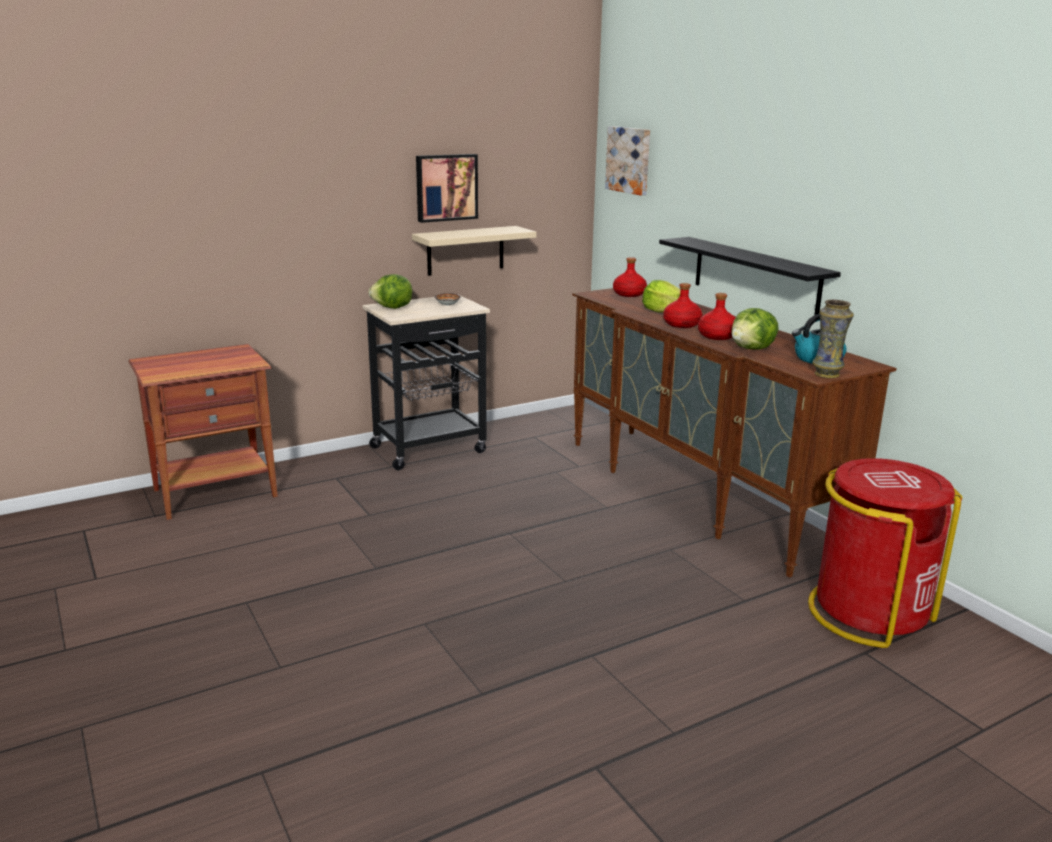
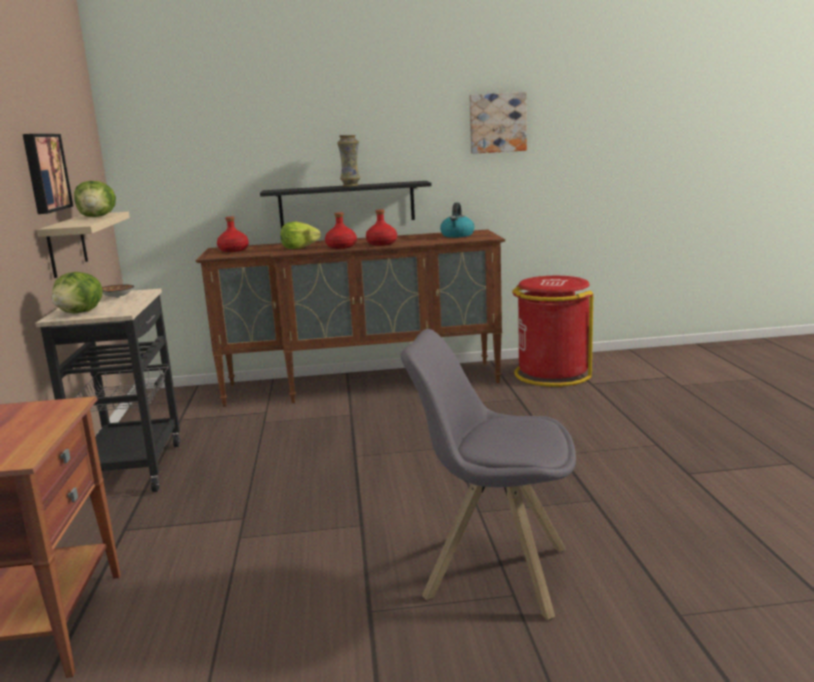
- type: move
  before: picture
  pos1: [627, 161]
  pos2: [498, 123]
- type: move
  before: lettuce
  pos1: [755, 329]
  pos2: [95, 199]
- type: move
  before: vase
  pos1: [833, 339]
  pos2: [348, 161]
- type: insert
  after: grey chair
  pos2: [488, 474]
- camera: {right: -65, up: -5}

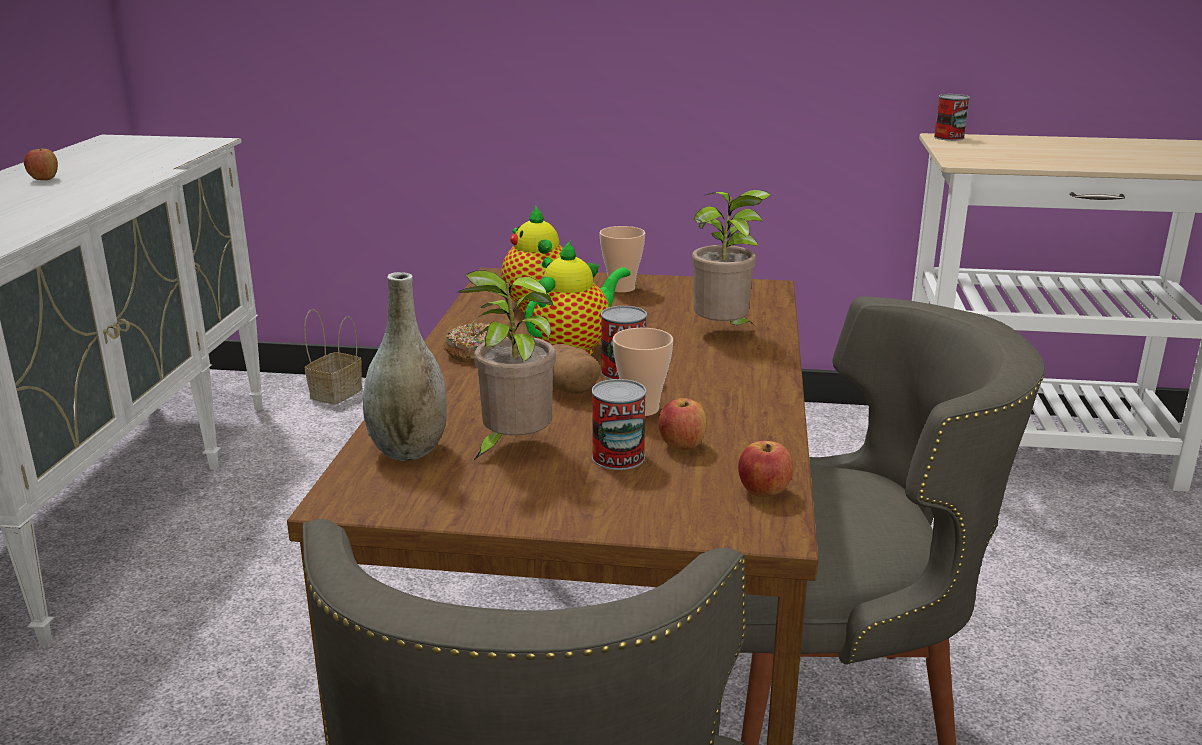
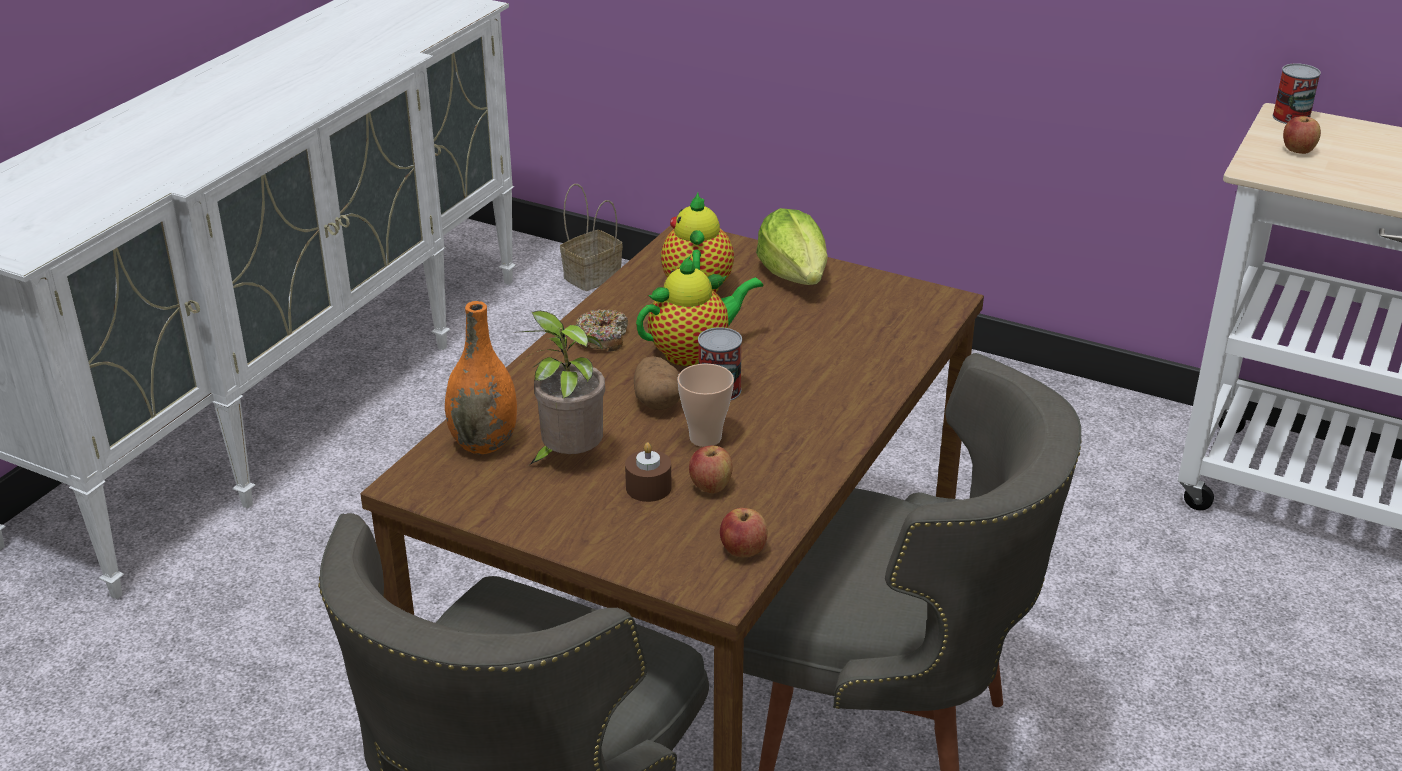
- type: move
  before: apple
  pos1: [41, 164]
  pos2: [1302, 135]
- type: recolor
  before: grey vase
  after: orange vase
  pos1: [405, 366]
  pos2: [481, 378]
- type: replace
  before: can
  after: brown candle
  pos1: [619, 424]
  pos2: [648, 472]
- type: replace
  before: cup
  after: lettuce
  pos1: [622, 259]
  pos2: [792, 246]
- type: delete
  before: potted plant
  pos1: [731, 258]
- camera: {right: 20, up: 10}

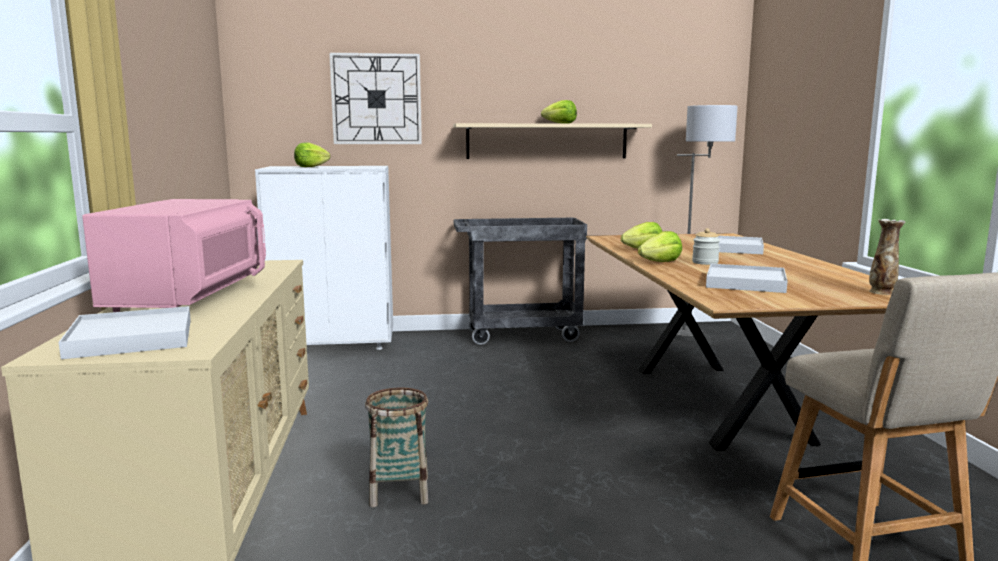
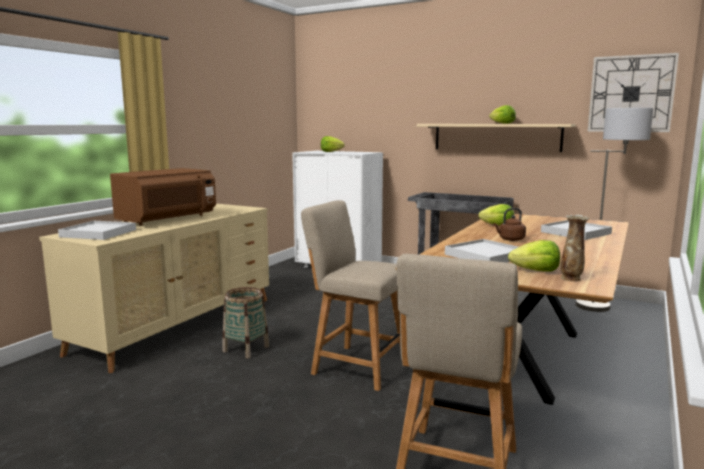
- type: recolor
  before: pink microwave
  after: brown microwave
  pos1: [174, 255]
  pos2: [163, 197]
- type: move
  before: wall clock
  pos1: [375, 98]
  pos2: [633, 92]
- type: move
  before: lettuce
  pos1: [660, 246]
  pos2: [534, 256]
- type: replace
  before: jar
  after: brown kettle
  pos1: [706, 246]
  pos2: [509, 224]
- type: insert
  after: beige chair
  pos2: [350, 295]
- camera: {right: 35, up: 0}

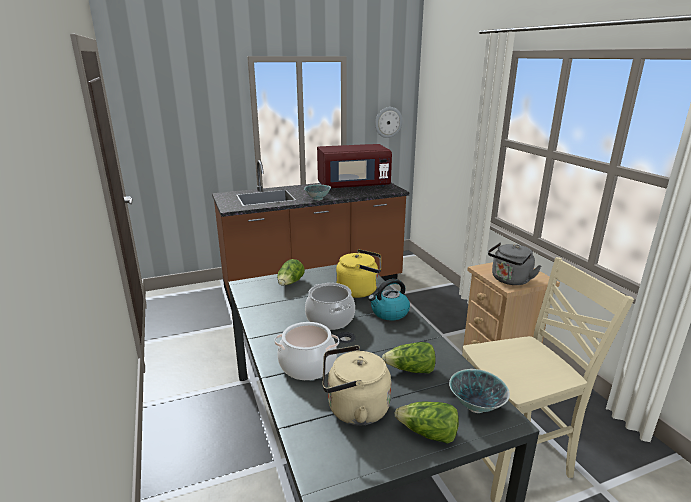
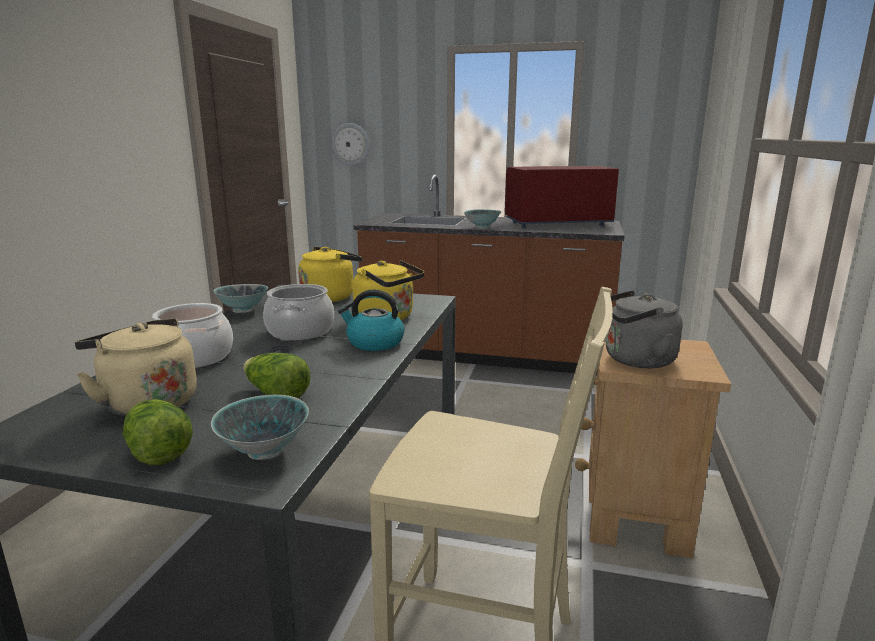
- type: replace
  before: lettuce
  after: yellow kettle
  pos1: [291, 272]
  pos2: [330, 274]
- type: rotate
  before: red microwave
  pos1: [354, 167]
  pos2: [562, 197]
  turn: 150
- type: move
  before: wall clock
  pos1: [389, 122]
  pos2: [351, 144]
- type: insert
  after: bowl
  pos2: [241, 298]
- camera: {right: 35, up: -5}

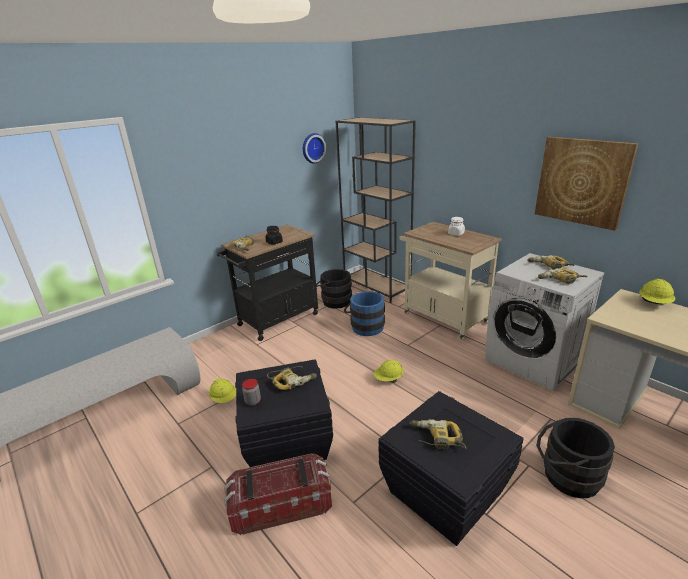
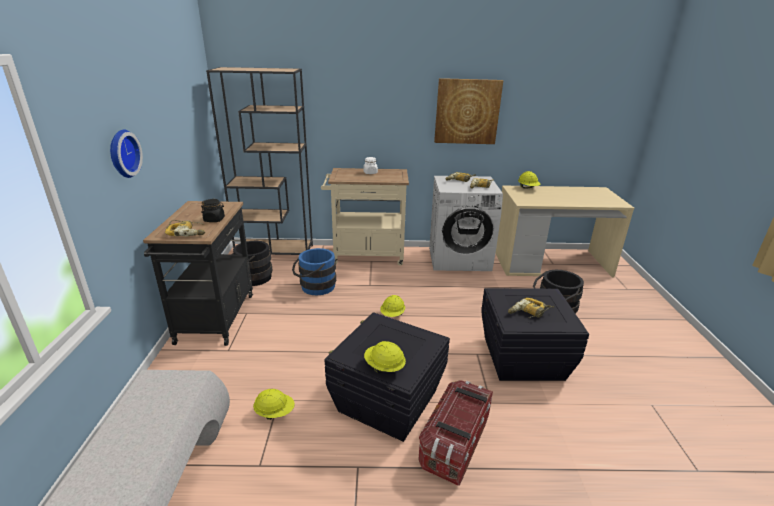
- type: replace
  before: jar
  after: yellow hard hat
  pos1: [251, 392]
  pos2: [385, 357]
- type: delete
  before: power drill
  pos1: [292, 378]
- type: move
  before: wall clock
  pos1: [314, 148]
  pos2: [126, 154]
- camera: {right: -50, up: 0}

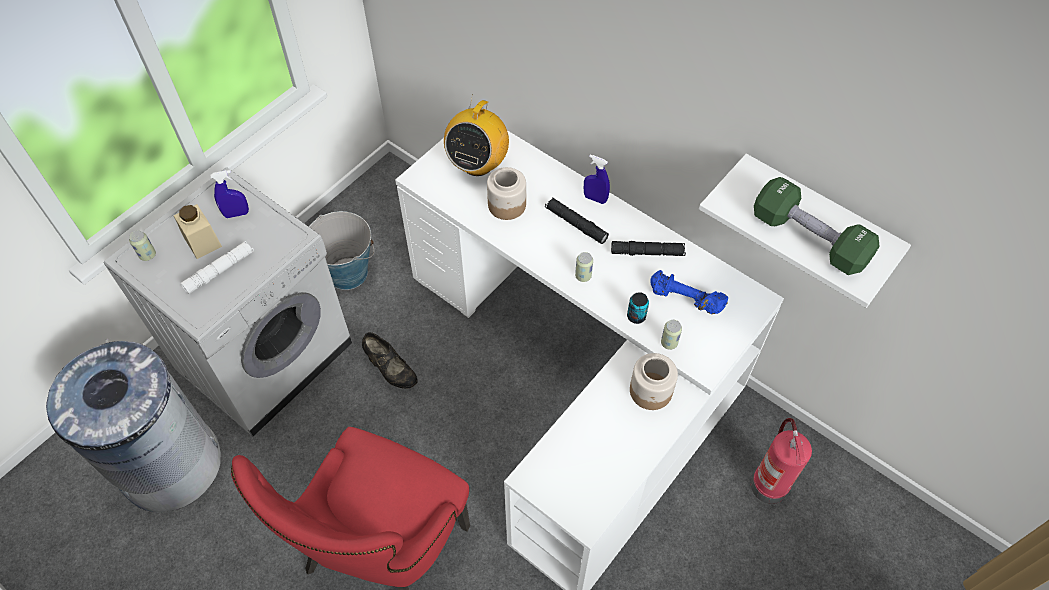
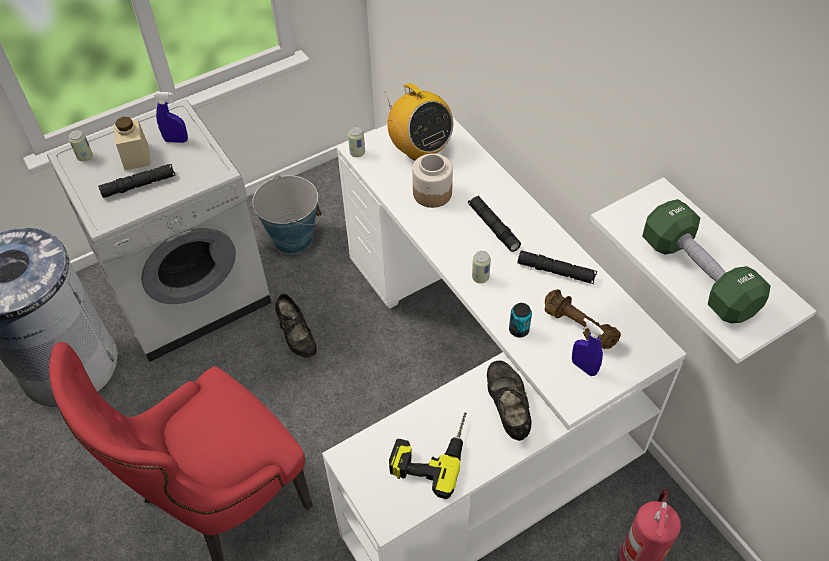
- type: recolor
  before: white flashlight
  after: black flashlight
  pos1: [217, 267]
  pos2: [136, 181]
- type: rotate
  before: radio
  pos1: [476, 135]
  pos2: [419, 121]
  turn: -75
- type: move
  before: blue spray bottle
  pos1: [597, 179]
  pos2: [588, 347]
- type: replace
  before: jar
  after: black shoe
  pos1: [654, 381]
  pos2: [509, 401]
- type: recolor
  before: blue dumbbell
  after: brown dumbbell
  pos1: [689, 292]
  pos2: [583, 319]
- type: move
  before: can
  pos1: [671, 335]
  pos2: [356, 142]
- type: insert
  after: power drill
  pos2: [428, 455]
- camera: {right: 20, up: -5}

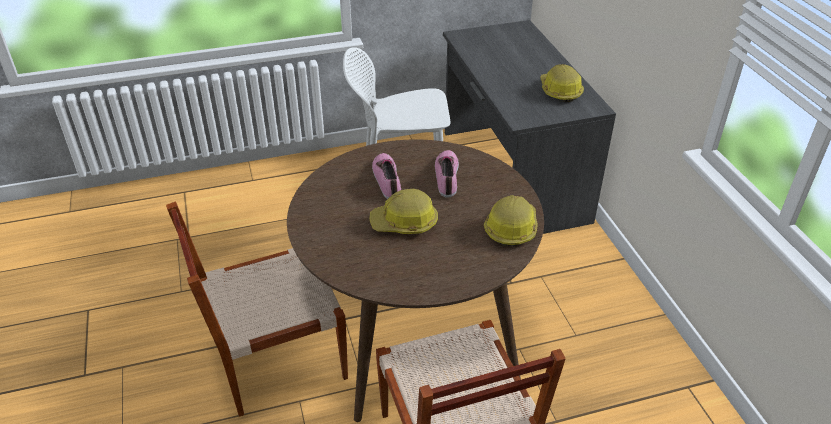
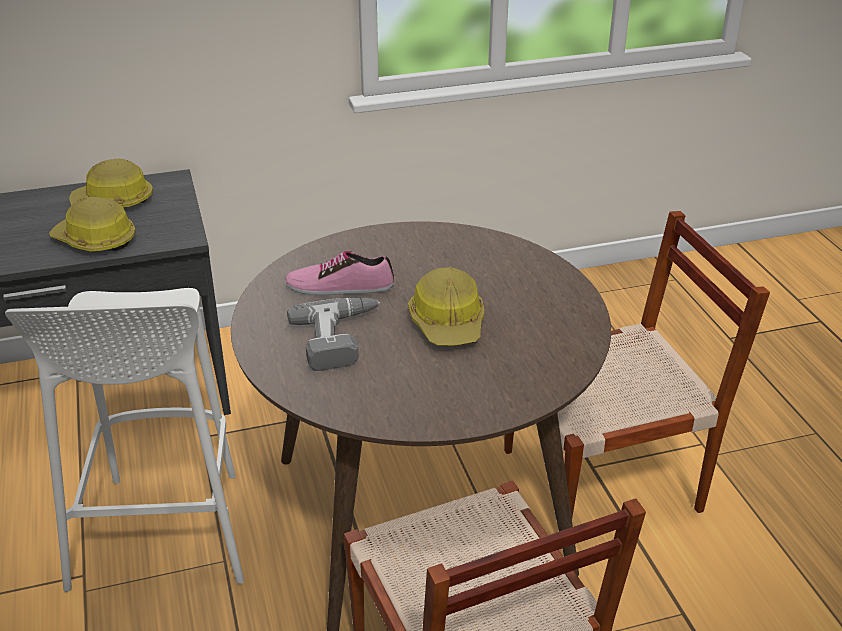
- type: replace
  before: shoe
  after: power drill
  pos1: [386, 176]
  pos2: [333, 334]
- type: move
  before: hard hat
  pos1: [511, 221]
  pos2: [92, 224]
- camera: {right: -90, up: -5}

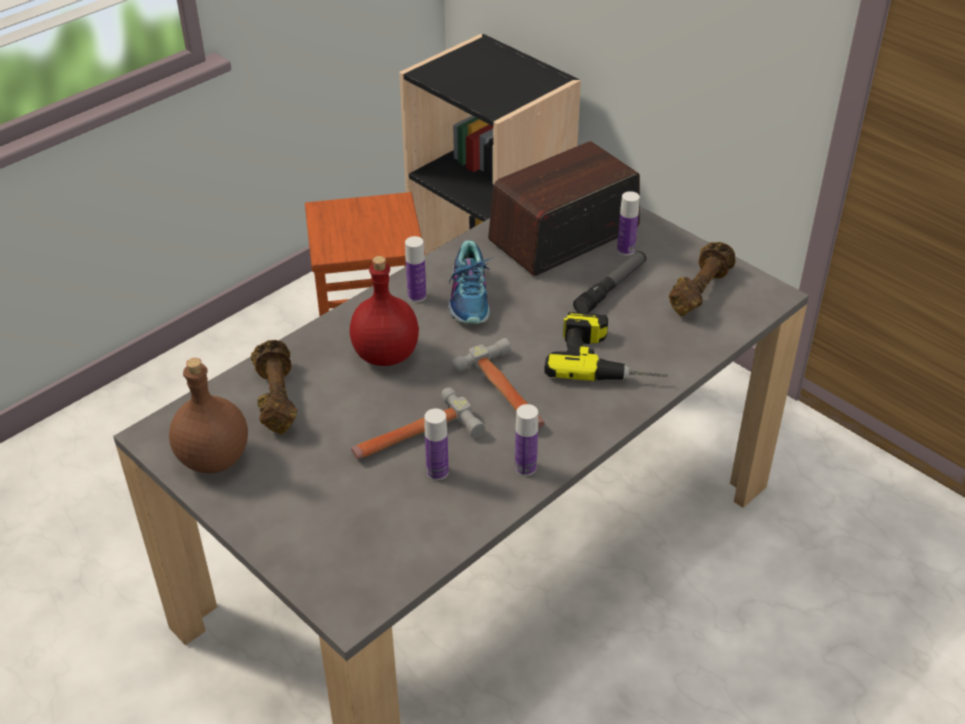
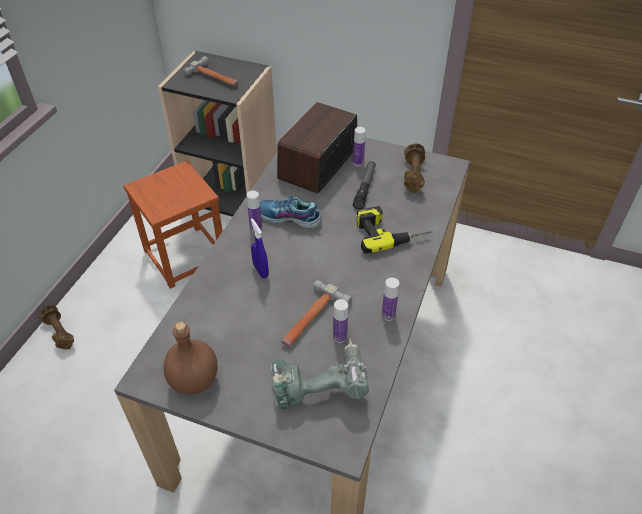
- type: move
  before: brown dumbbell
  pos1: [274, 387]
  pos2: [56, 327]
- type: replace
  before: red bottle
  after: blue spray bottle
  pos1: [384, 311]
  pos2: [260, 248]
- type: rotate
  before: shoe
  pos1: [470, 282]
  pos2: [291, 212]
  turn: 135
- type: move
  before: hammer
  pos1: [498, 383]
  pos2: [211, 71]
- type: insert
  after: power drill
  pos2: [320, 374]
- camera: {right: -25, up: 5}

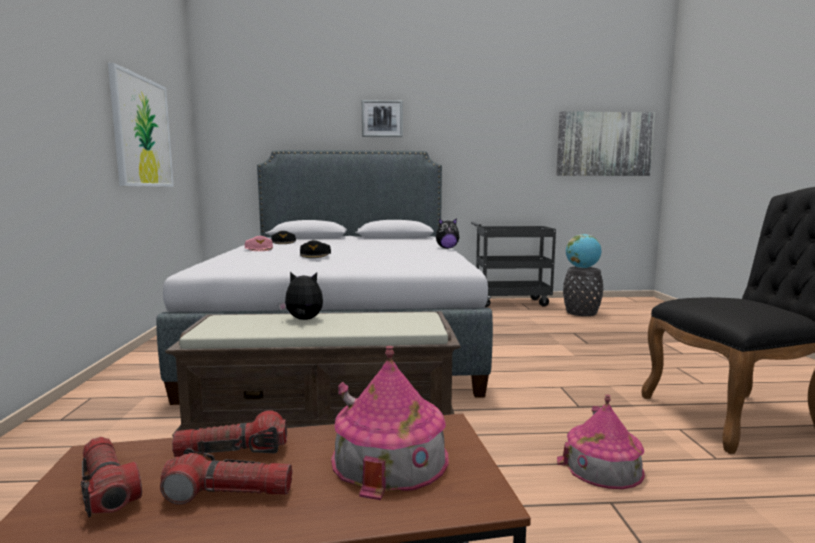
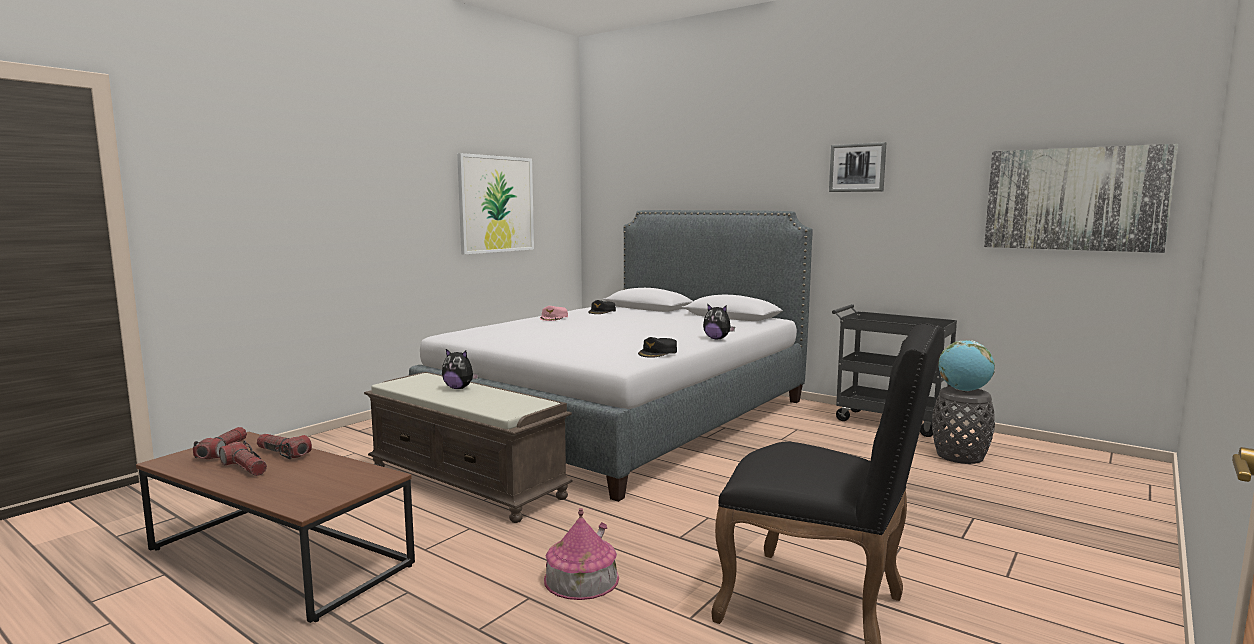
- type: rotate
  before: plush toy
  pos1: [301, 295]
  pos2: [460, 369]
  turn: 150
- type: move
  before: black cap
  pos1: [315, 249]
  pos2: [657, 347]
- type: delete
  before: toy house
  pos1: [389, 423]
- type: move
  before: picture
  pos1: [382, 118]
  pos2: [857, 167]
- camera: {right: 40, up: 0}

